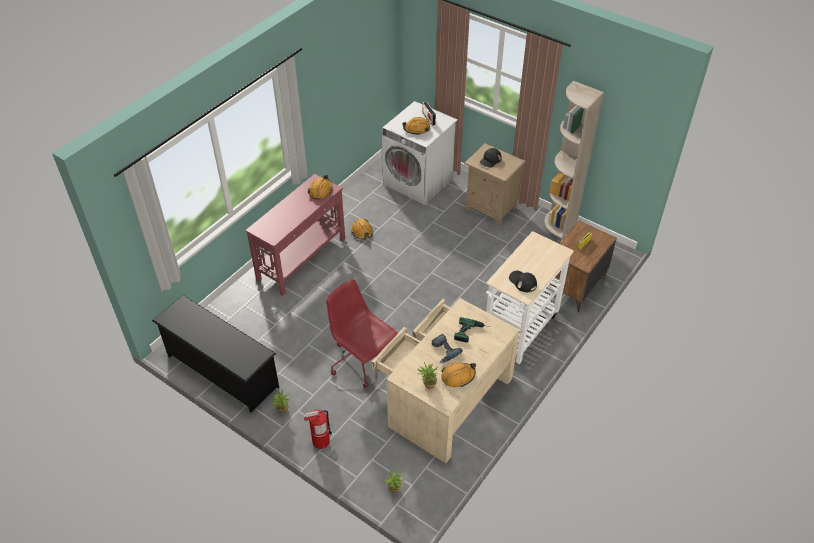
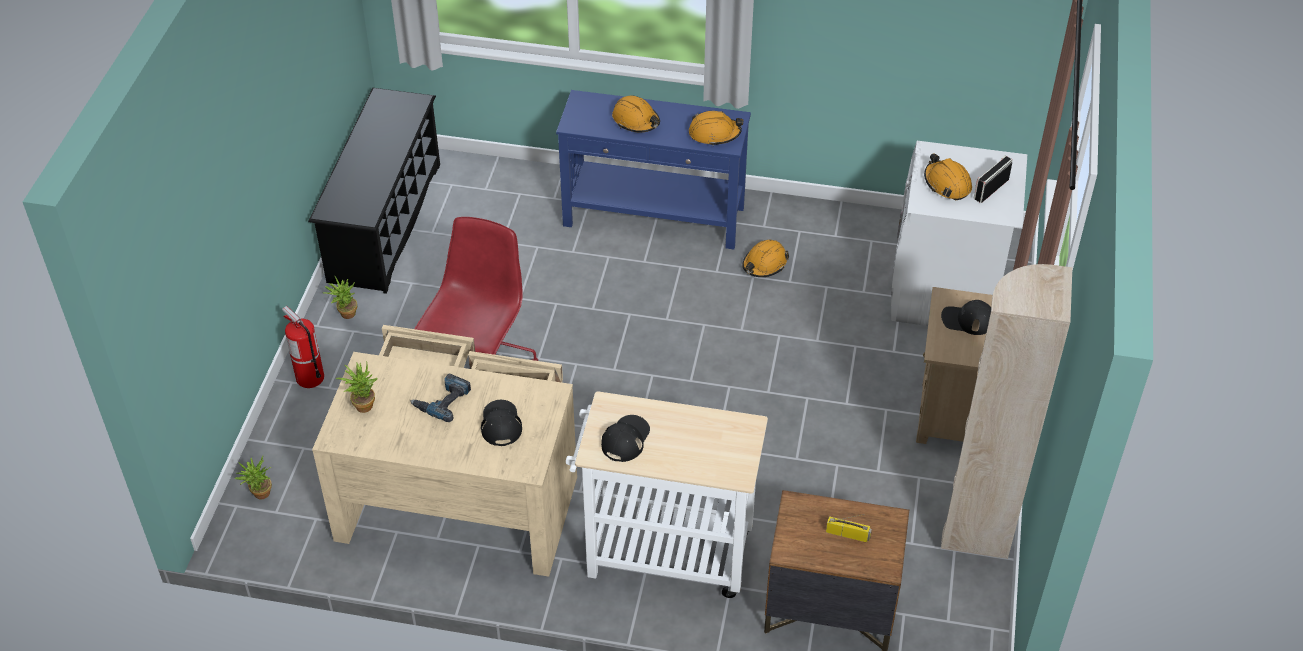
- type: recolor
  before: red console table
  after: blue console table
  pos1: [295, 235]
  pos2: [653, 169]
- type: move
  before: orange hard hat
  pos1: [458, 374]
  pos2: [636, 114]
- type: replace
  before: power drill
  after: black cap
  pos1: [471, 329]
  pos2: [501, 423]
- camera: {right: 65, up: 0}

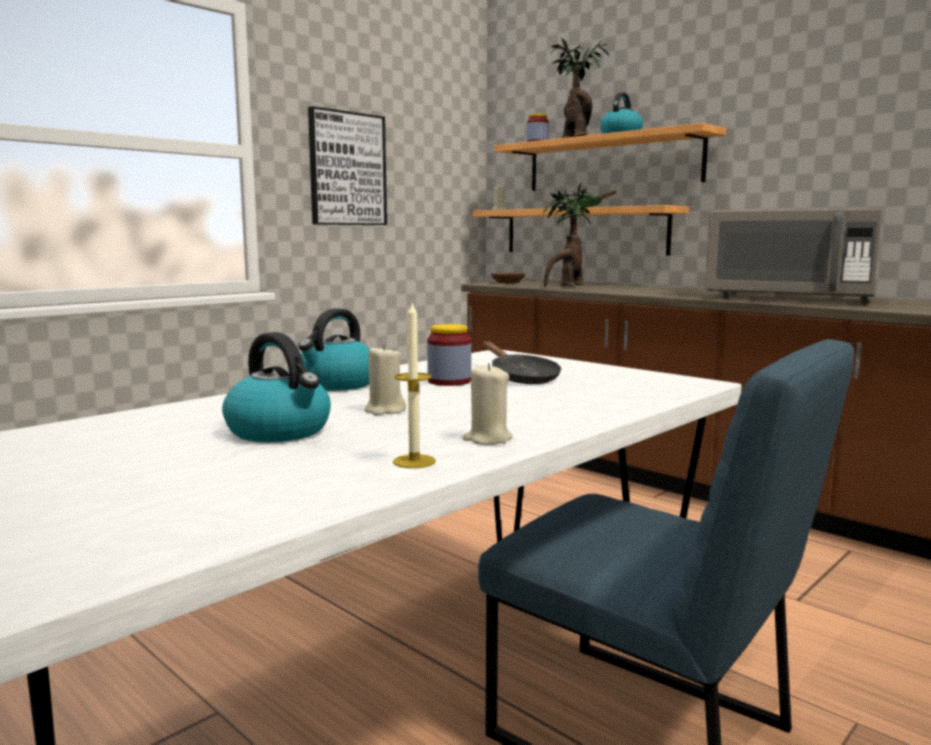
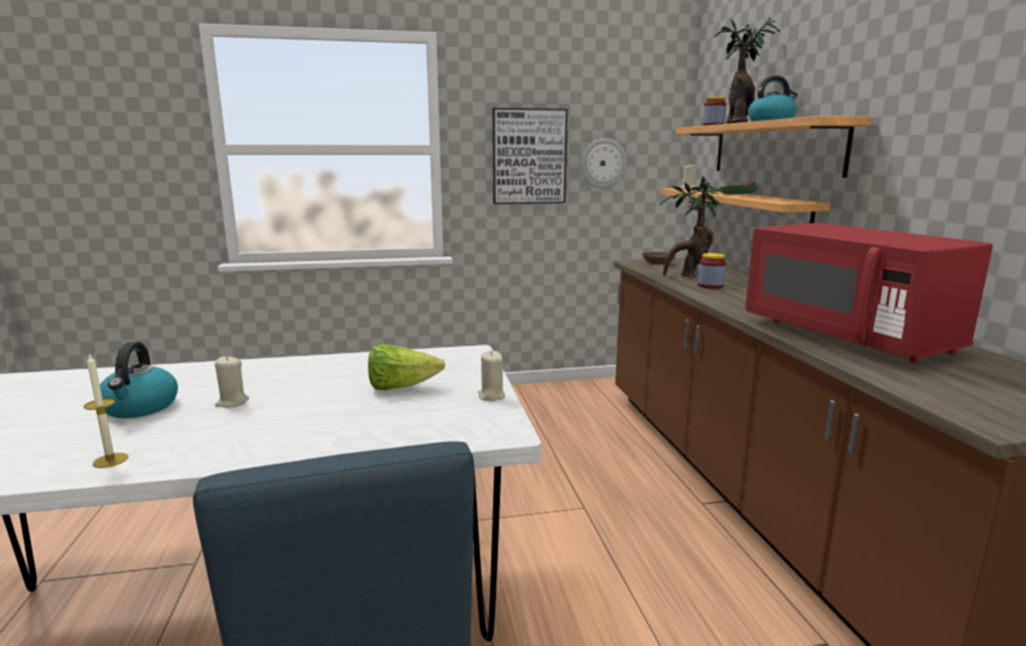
- type: delete
  before: kettle
  pos1: [334, 349]
- type: move
  before: jar
  pos1: [449, 355]
  pos2: [712, 271]
- type: move
  before: beige candle
  pos1: [488, 404]
  pos2: [491, 376]
- type: replace
  before: black frying pan
  after: lettuce
  pos1: [522, 362]
  pos2: [406, 367]
- type: recolor
  before: grey microwave
  after: red microwave
  pos1: [794, 256]
  pos2: [869, 293]
- type: insert
  after: wall clock
  pos2: [604, 163]
- camera: {right: 35, up: 5}

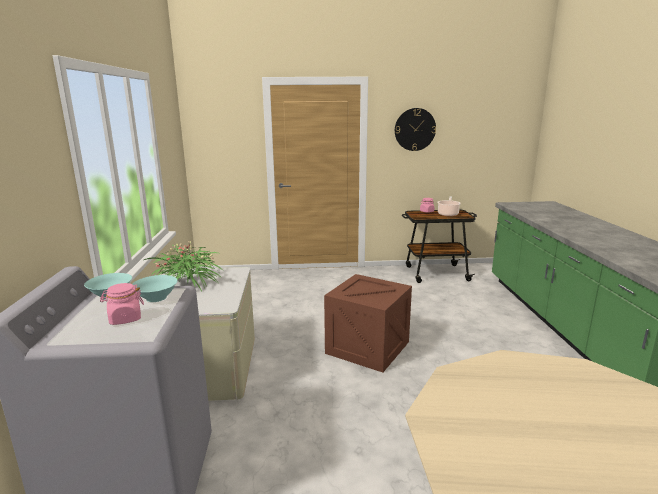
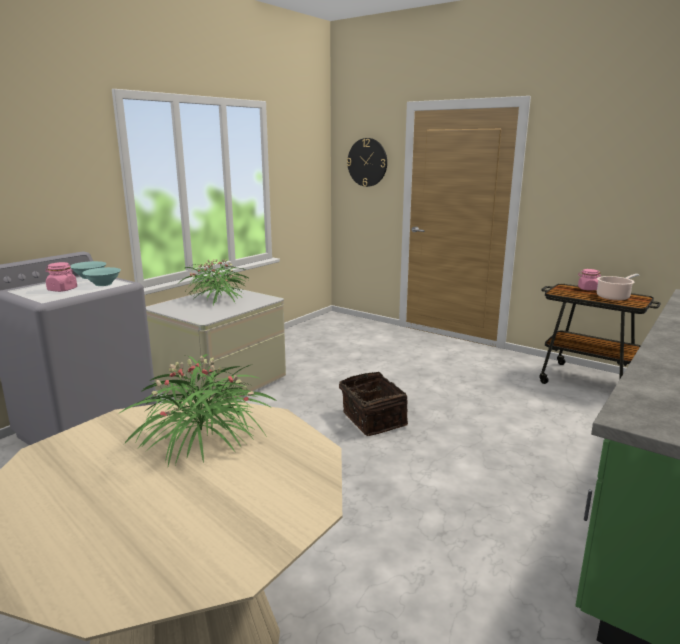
- type: replace
  before: crate
  after: basket
  pos1: [368, 323]
  pos2: [373, 404]
- type: move
  before: wall clock
  pos1: [415, 129]
  pos2: [367, 162]
- type: insert
  after: potted plant
  pos2: [199, 410]
- camera: {right: 40, up: 0}

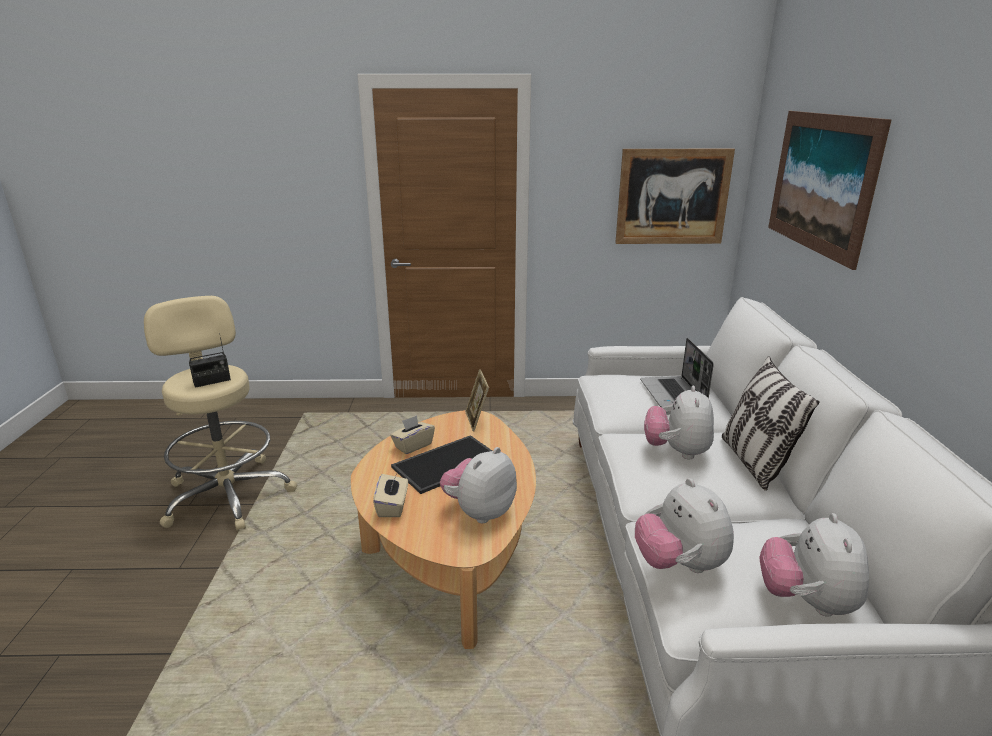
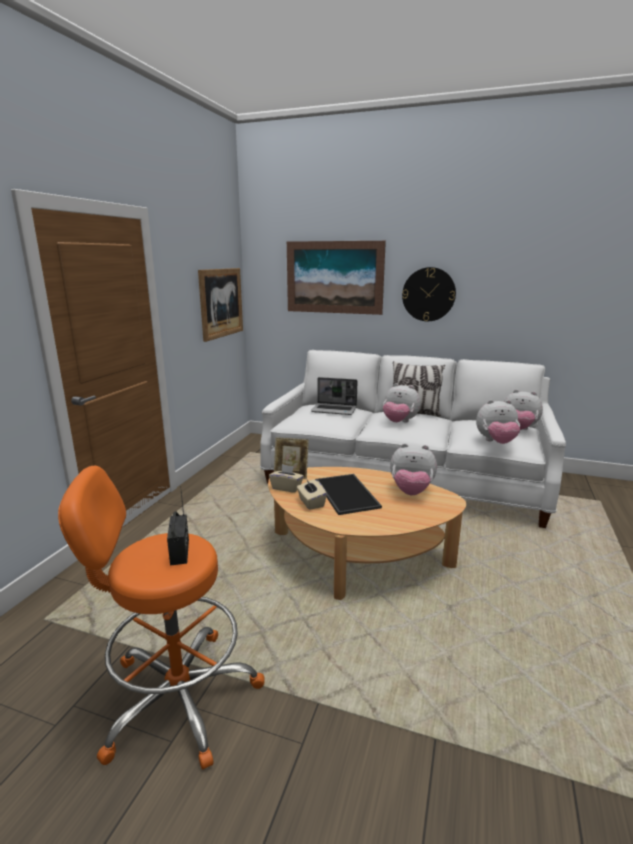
- type: recolor
  before: beige stool
  after: orange stool
  pos1: [220, 413]
  pos2: [161, 617]
- type: move
  before: beige tissue box
  pos1: [390, 495]
  pos2: [286, 478]
- type: rotate
  before: plush toy
  pos1: [478, 485]
  pos2: [413, 469]
  turn: -45
- type: insert
  after: wall clock
  pos2: [429, 294]
- camera: {right: -70, up: -5}

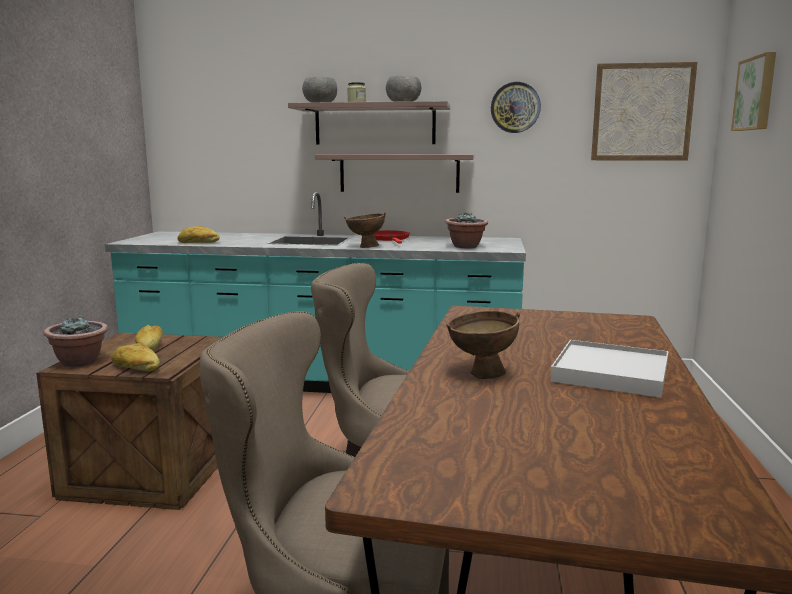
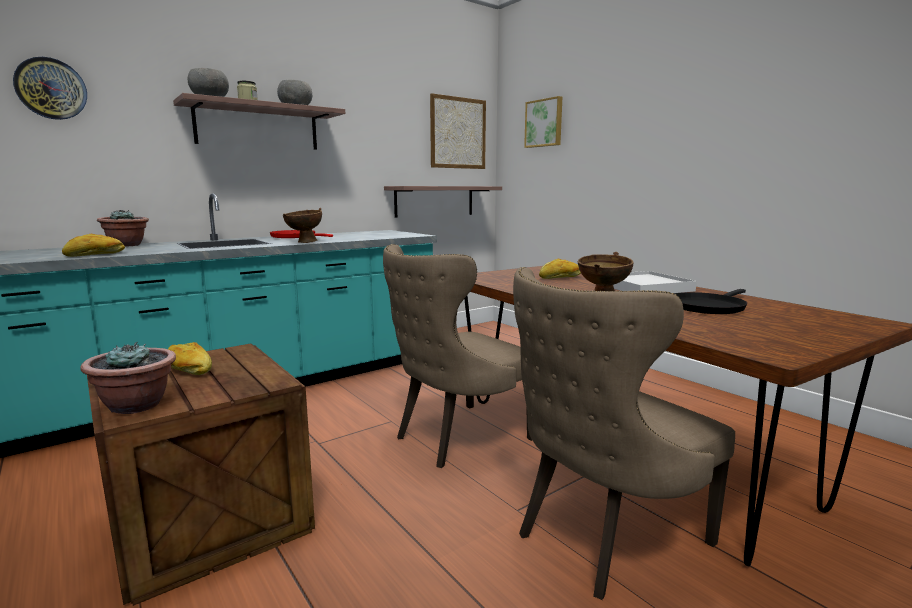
- type: move
  before: bread
  pos1: [135, 357]
  pos2: [560, 269]
- type: move
  before: shelf
  pos1: [394, 173]
  pos2: [443, 202]
- type: move
  before: potted plant
  pos1: [466, 230]
  pos2: [123, 228]
- type: move
  before: wall clock
  pos1: [516, 107]
  pos2: [50, 88]
- type: insert
  after: black frying pan
  pos2: [711, 301]
- camera: {right: -45, up: 0}

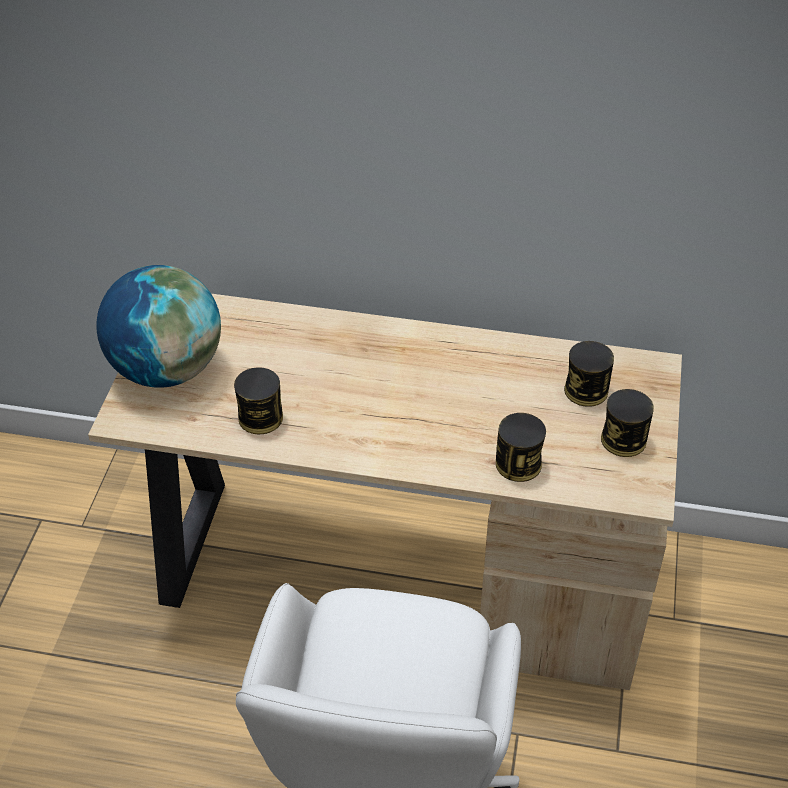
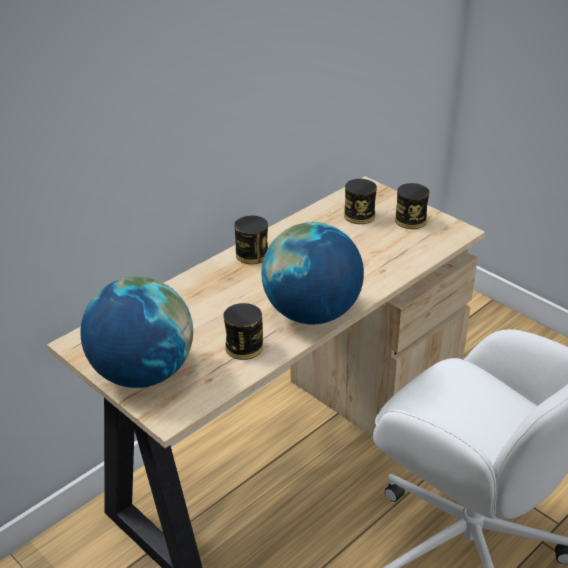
- type: move
  before: can
  pos1: [521, 447]
  pos2: [251, 240]
- type: insert
  after: globe
  pos2: [312, 273]
- camera: {right: -55, up: -10}

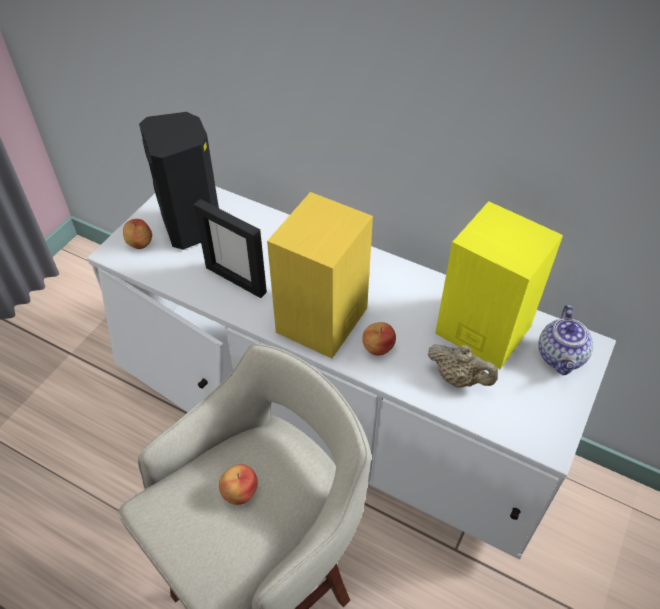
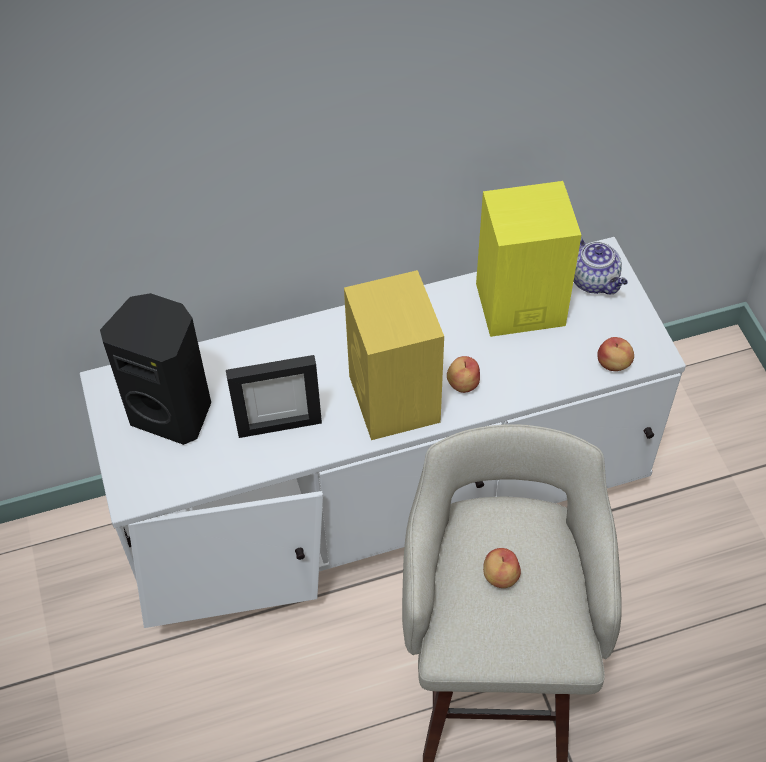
- type: move
  before: apple
  pos1: [137, 234]
  pos2: [615, 354]
- type: delete
  before: beige teapot
  pos1: [462, 366]
- camera: {right: -45, up: 5}

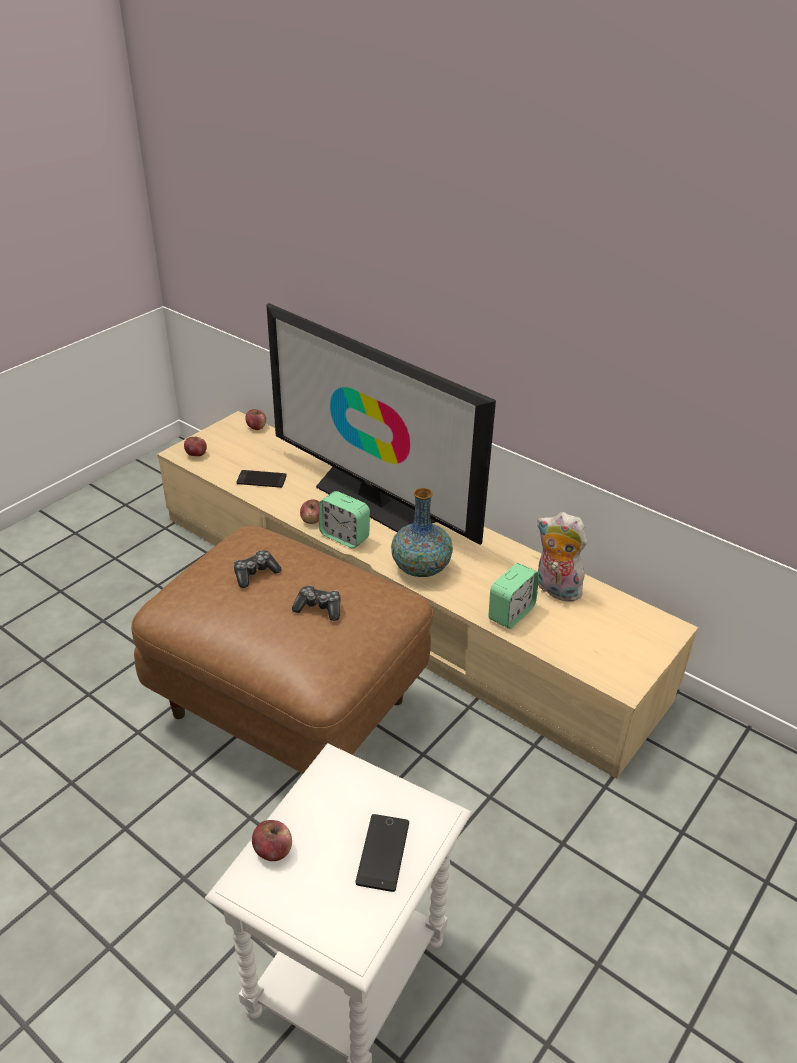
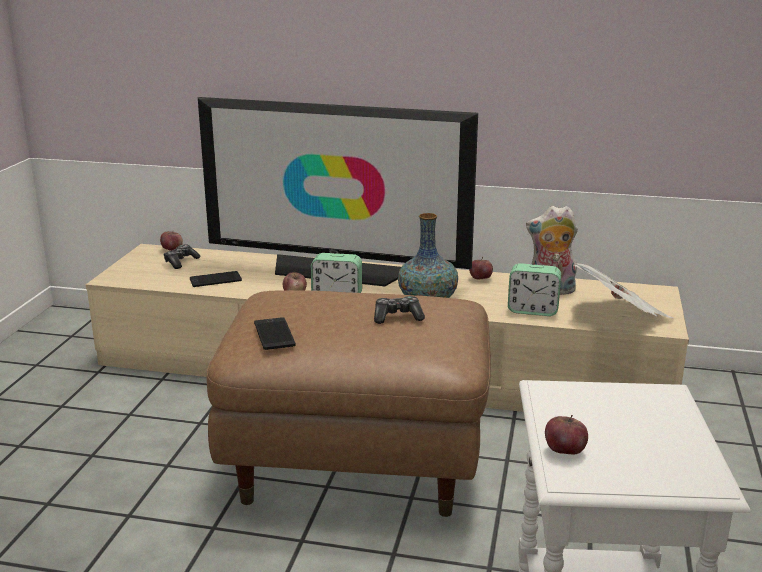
- type: move
  before: apple
  pos1: [195, 446]
  pos2: [481, 268]
- type: move
  before: game controller
  pos1: [258, 569]
  pos2: [182, 257]
- type: move
  before: phone
  pos1: [382, 853]
  pos2: [274, 333]
- type: rotate
  before: alarm clock
  pos1: [513, 596]
  pos2: [534, 289]
  turn: 90
- type: insert
  after: newspaper
  pos2: [624, 290]
- camera: {right: -25, up: -15}

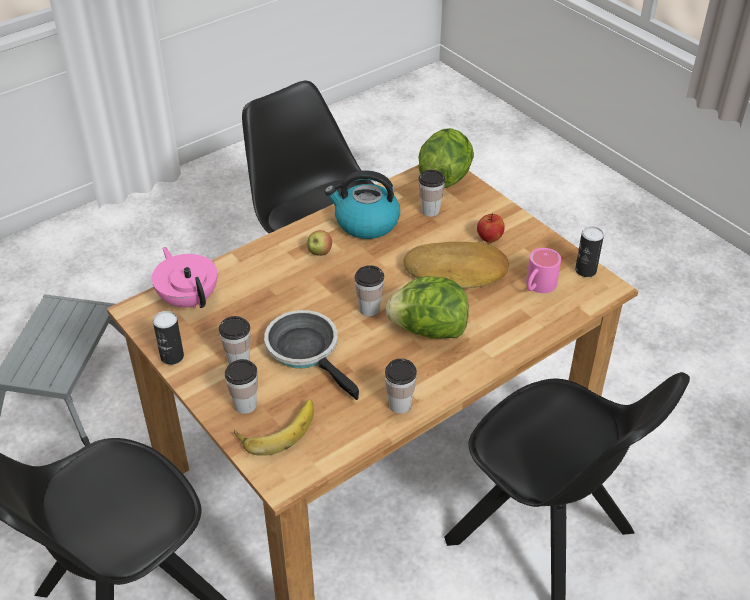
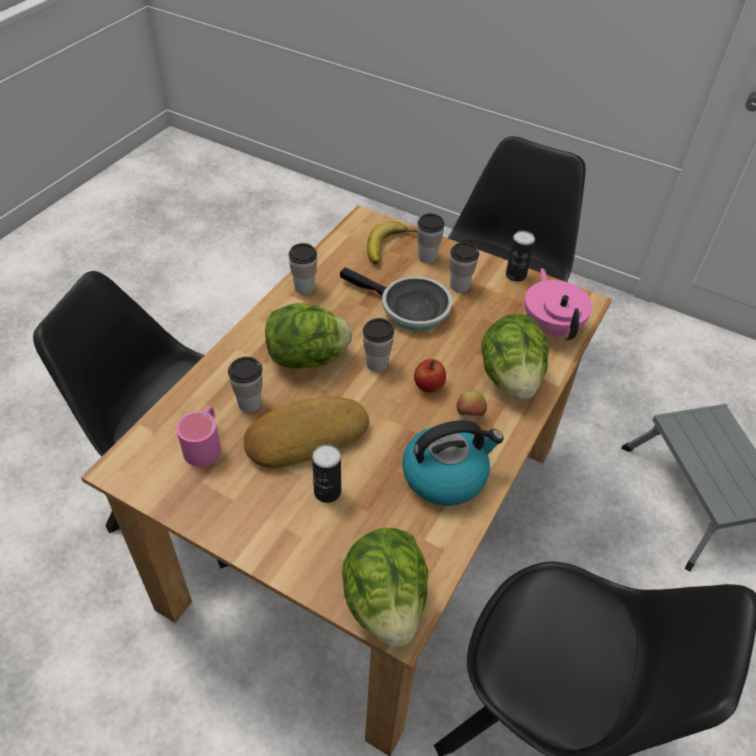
- type: rotate
  before: pink teapot
  pos1: [184, 278]
  pos2: [558, 304]
  turn: -135
- type: move
  before: cup
  pos1: [431, 193]
  pos2: [245, 384]
- type: move
  before: apple
  pos1: [491, 228]
  pos2: [430, 376]
- type: move
  before: can
  pos1: [589, 251]
  pos2: [326, 473]
- type: insert
  after: lettuce
  pos2: [515, 356]
- camera: {right: 155, up: 5}

